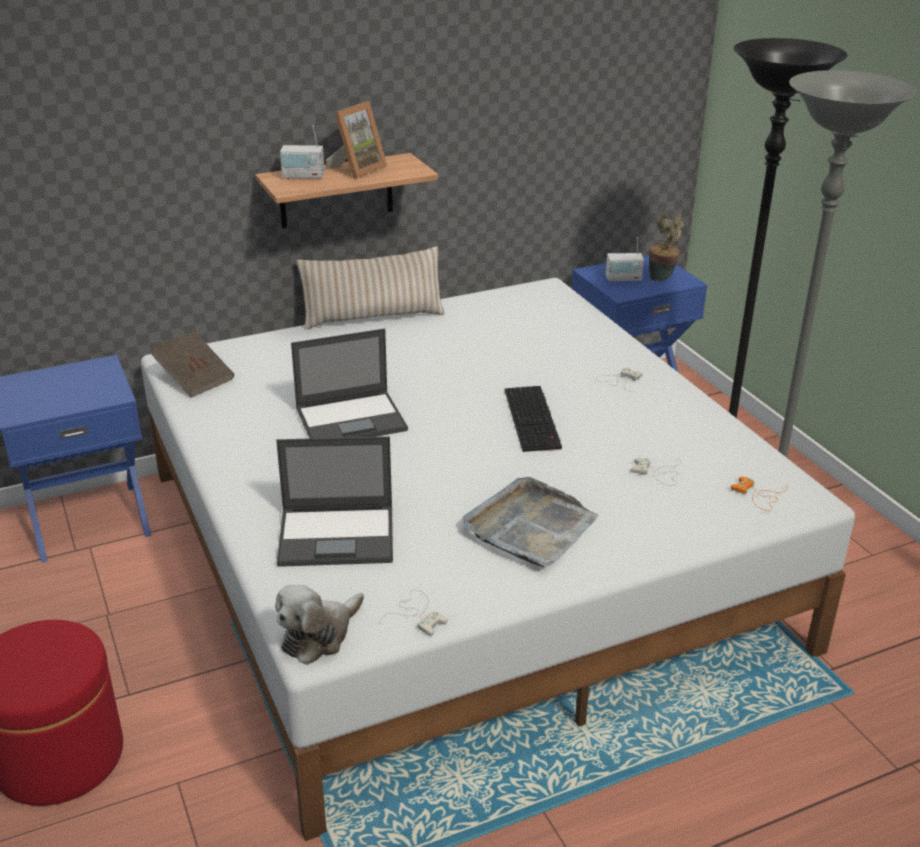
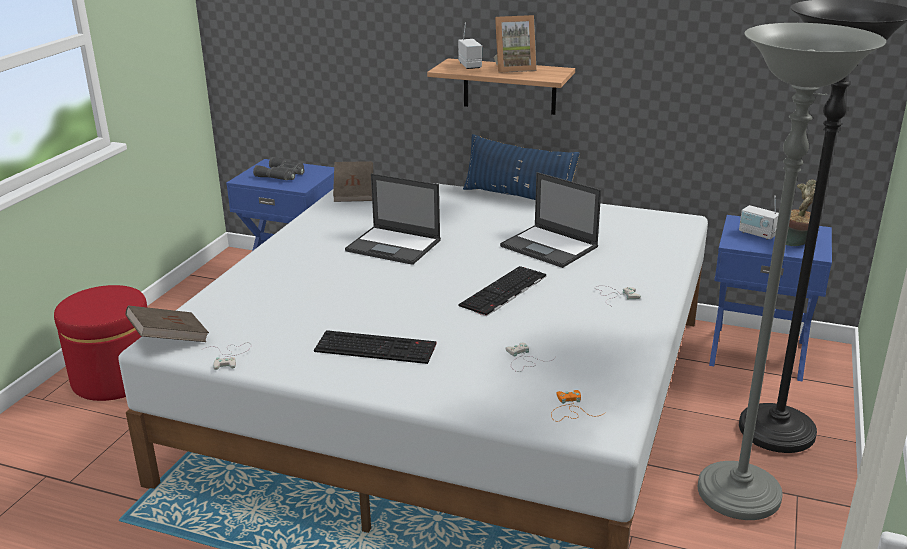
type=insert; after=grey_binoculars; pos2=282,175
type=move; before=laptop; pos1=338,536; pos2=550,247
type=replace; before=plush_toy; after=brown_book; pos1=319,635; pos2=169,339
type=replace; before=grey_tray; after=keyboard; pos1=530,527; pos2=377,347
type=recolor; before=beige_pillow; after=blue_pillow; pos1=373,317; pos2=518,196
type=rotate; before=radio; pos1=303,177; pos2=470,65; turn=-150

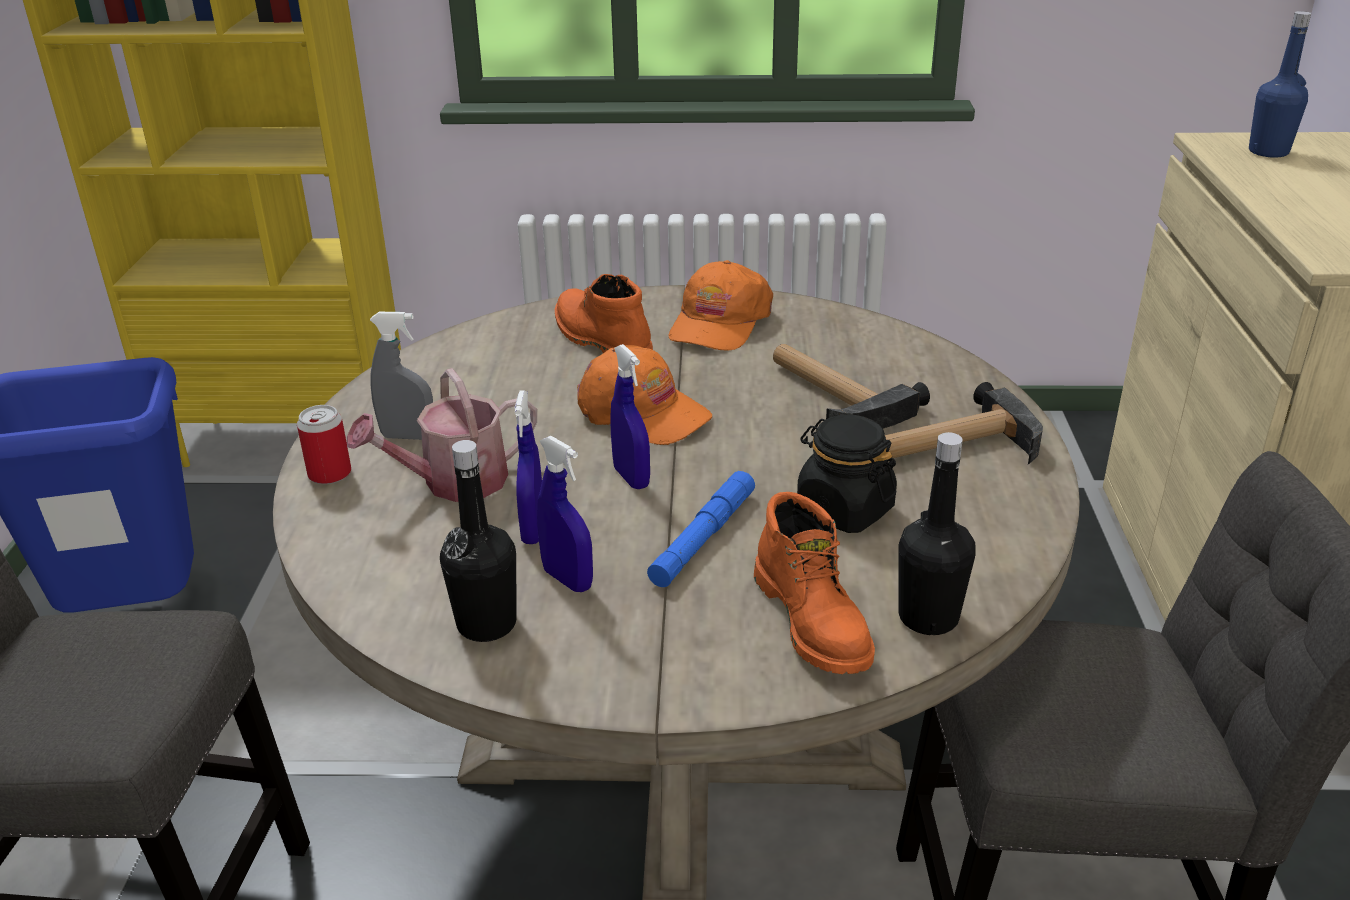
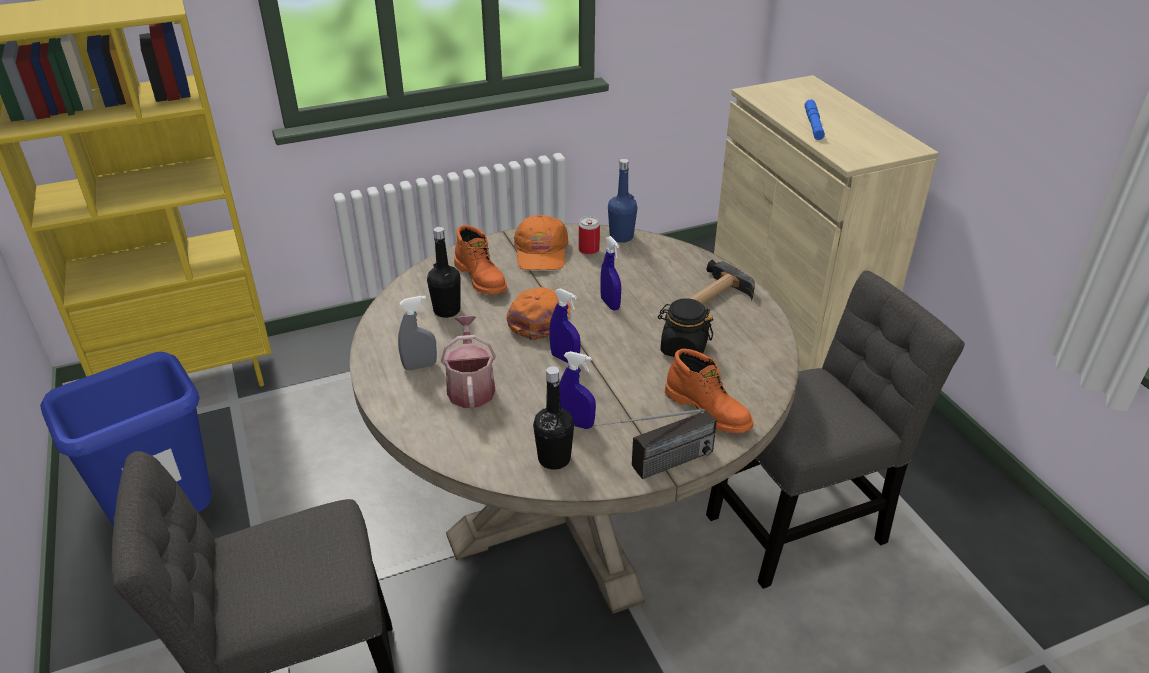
type=delete; before=hammer; pos1=831,395
type=insert; after=radio; pos2=654,468
type=move; before=can; pos1=330,474; pos2=588,250
type=move; before=blue_spray_bottle; pos1=533,530; pos2=610,304
type=move; before=blue_flashlight; pos1=703,537; pos2=813,124
type=move; before=black_bottle; pos1=928,617; pos2=447,310
type=move; before=blue_bottle; pos1=1268,152; pos2=621,237
type=rotate; before=watering_can; pos1=454,482; pos2=470,387; turn=135
type=rotate; before=orange_boot; pos1=600,340; pos2=482,278; turn=-150
type=rotate; before=orange_cap; pos1=642,412; pos2=541,318; turn=-90

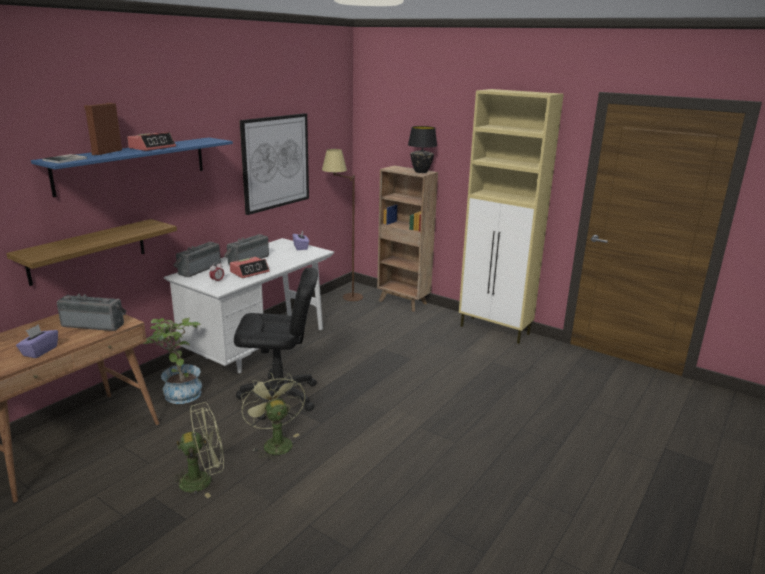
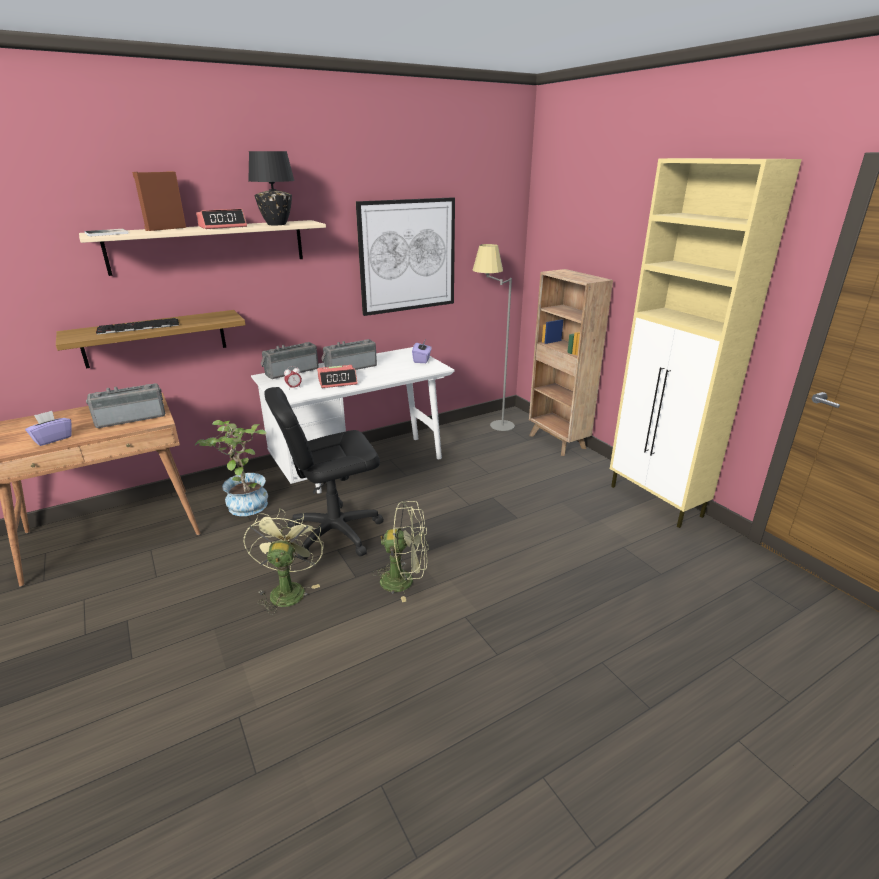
type=insert; after=keyboard; pos2=138,327
type=move; before=green_fan; pos1=203,479; pos2=404,581
type=move; before=black_table_lamp; pos1=421,172; pos2=276,224
type=recolor; before=blue_shelf; after=beige_shelf; pos1=133,165; pos2=209,246
type=recolor; before=brown_floor_lamp; after=grey_floor_lamp; pos1=343,297; pos2=491,424
type=rotate; before=radio; pos1=95,324; pos2=131,418; turn=-60
type=rotate; before=black_office_chair; pos1=279,397; pos2=335,532; turn=135

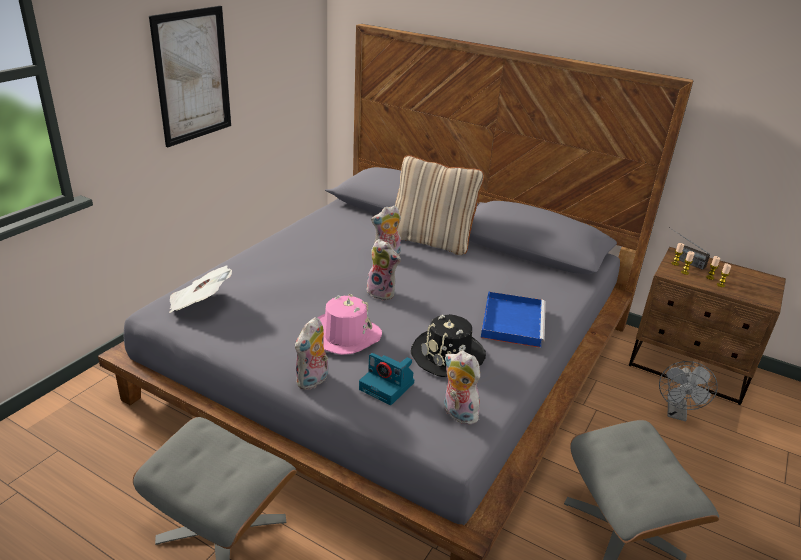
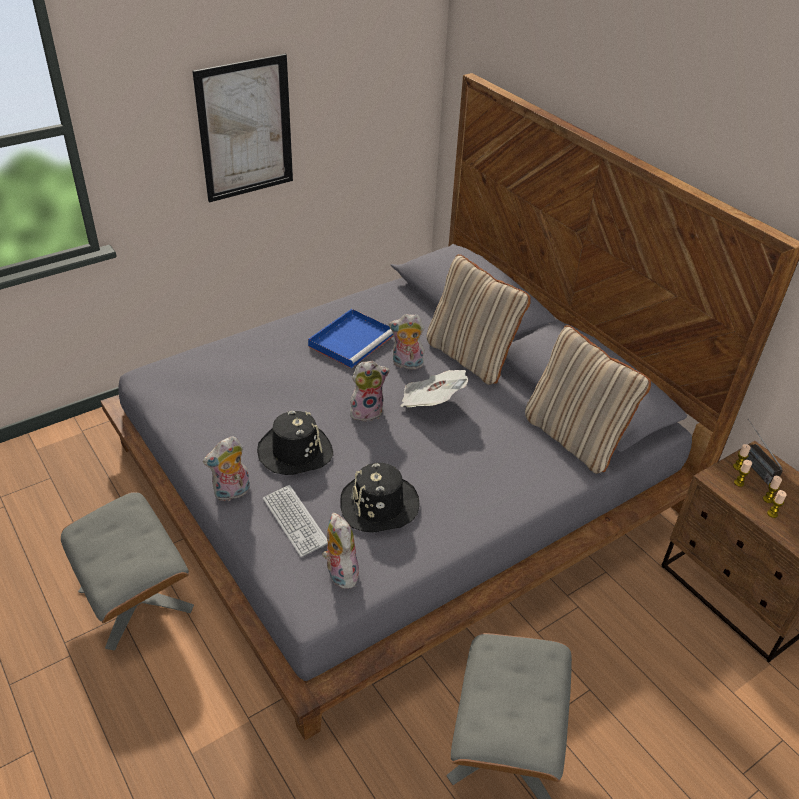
type=delete; before=grey_fan; pos1=677,413
type=insert; after=beige_pillow; pos2=574,438
type=move; before=newspaper; pos1=199,304; pos2=431,402
type=move; before=blue_tray; pos1=512,321; pos2=352,340
type=replace; before=photo_camera; after=keyboard; pos1=388,386; pos2=295,521
type=recolor; before=pink_hat; after=black_hat; pos1=345,335; pos2=295,451
type=rotate; before=plush_toy; pos1=382,293; pos2=367,411; turn=-75

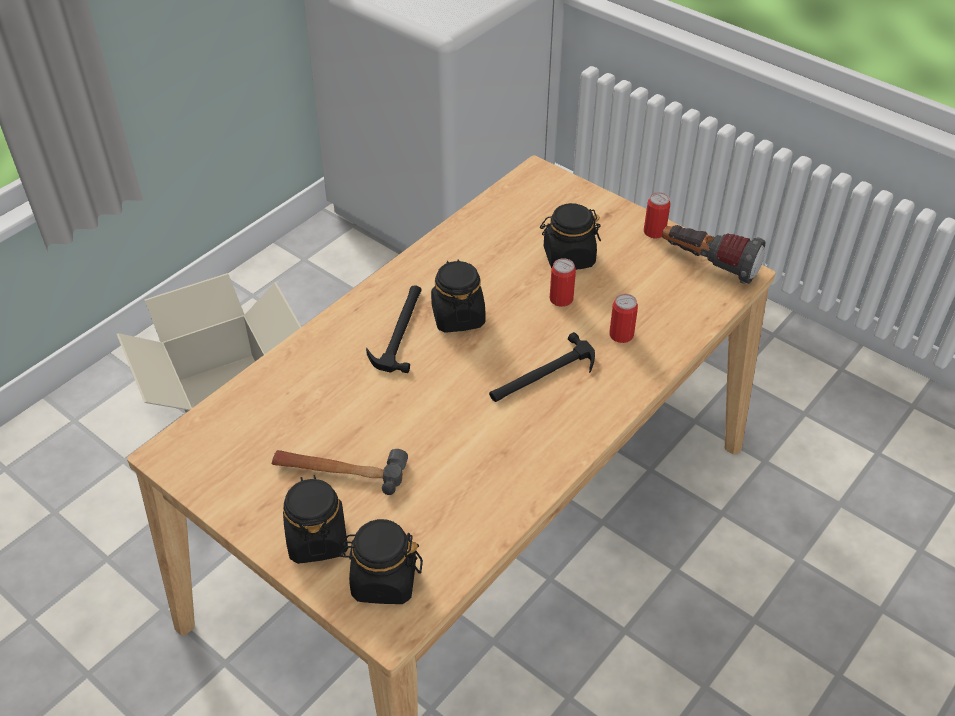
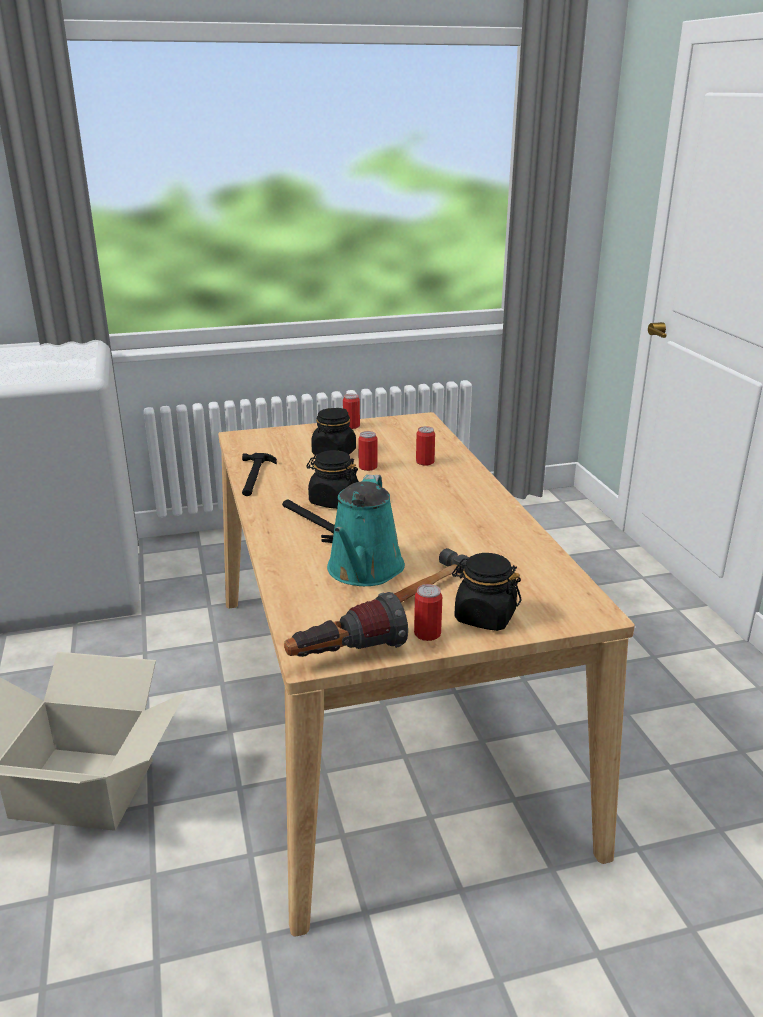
type=delete; before=black_jar; pos1=383,580
type=insert; after=turquoise_watering_can; pos2=364,571
type=insert; after=can; pos2=427,634
type=move; before=hammer; pos1=542,375; pos2=254,477
type=move; before=flashlight; pos1=708,265; pos2=345,656

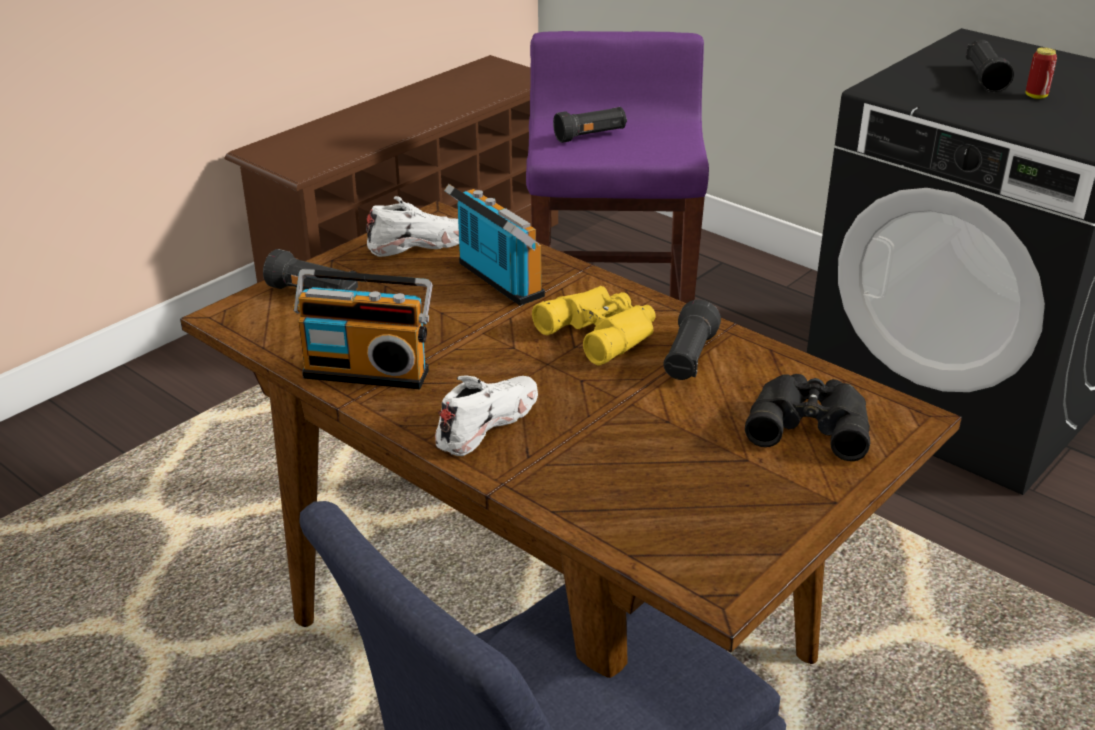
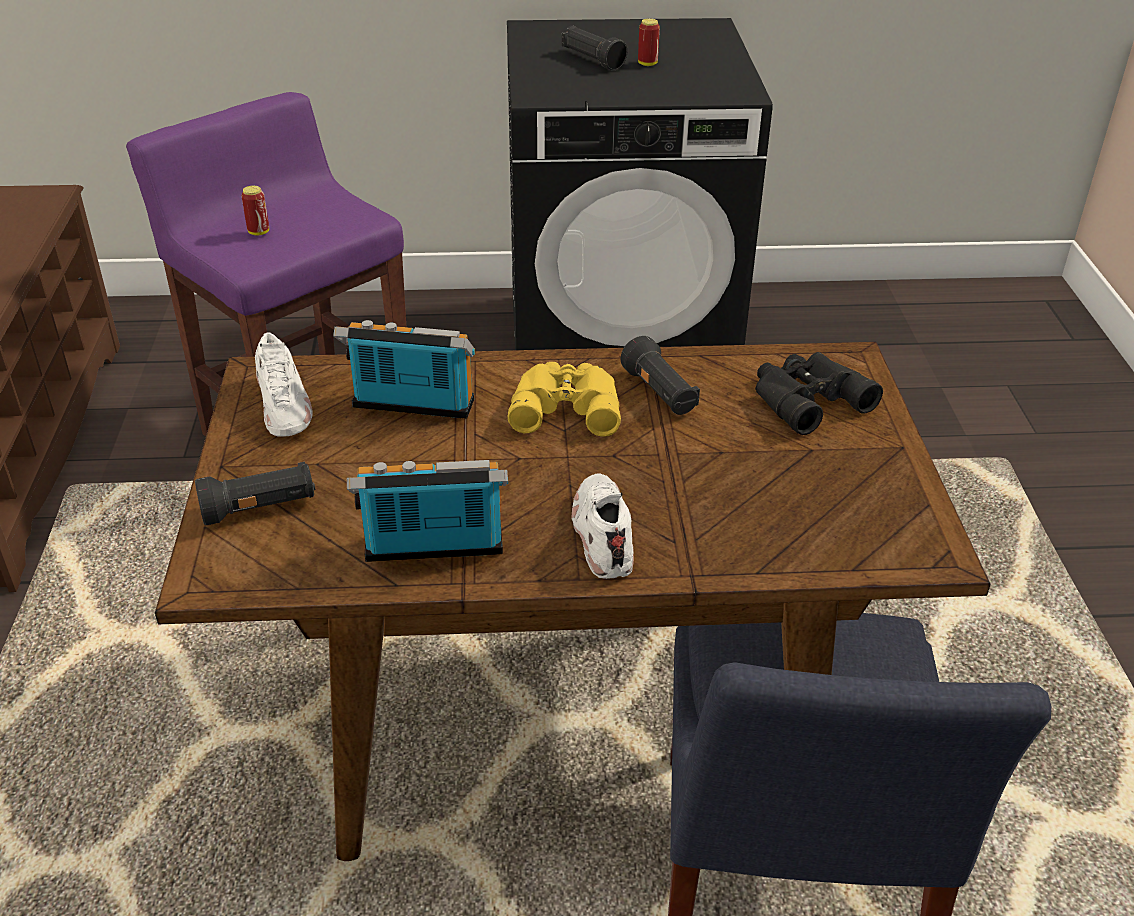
type=replace; before=black_flashlight; after=can; pos1=590,136; pos2=258,232
type=rotate; before=radio; pos1=368,371; pos2=434,550; turn=-150
type=rotate; before=white_shoe; pos1=420,244; pos2=284,407; turn=135

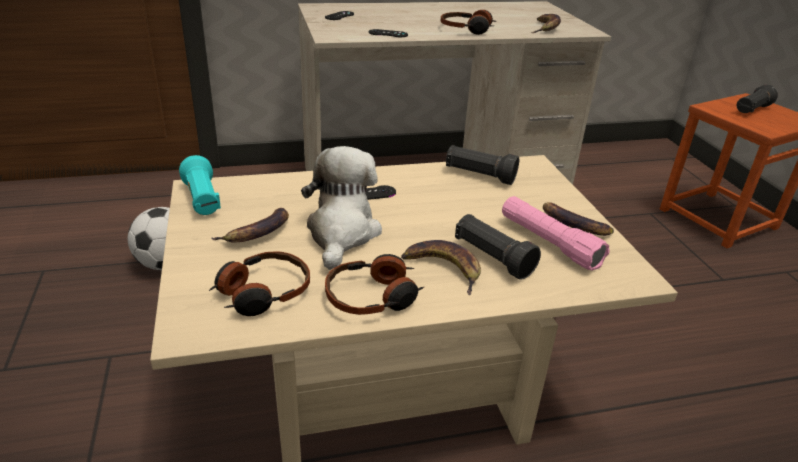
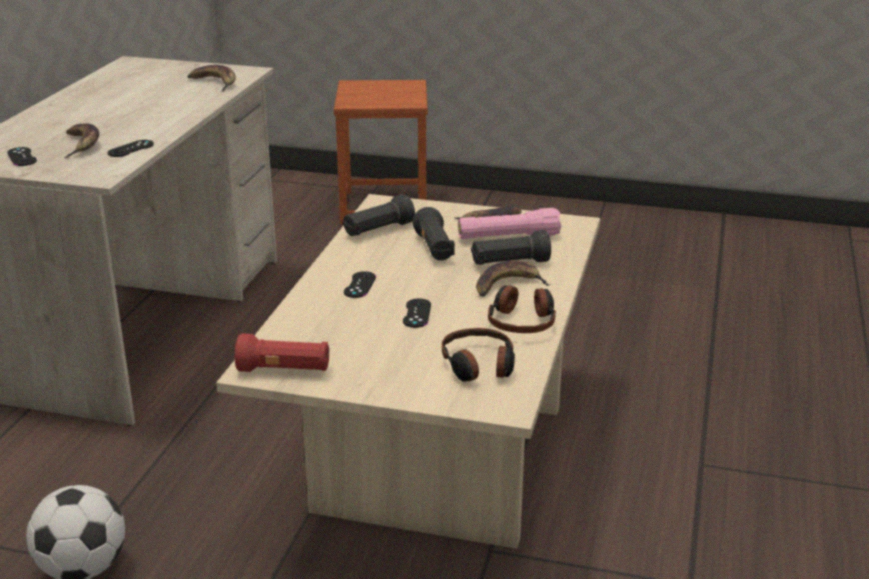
type=delete; before=headphones; pos1=467,29
type=move; before=banana; pos1=257,233; pos2=82,145
type=move; before=black_flashlight; pos1=751,110; pos2=434,249
type=replace; before=plush_toy; after=black_game_controller; pos1=341,233; pos2=417,313
type=recolor; before=turquoise_flashlight; after=red_flashlight; pos1=202,200; pos2=284,370

